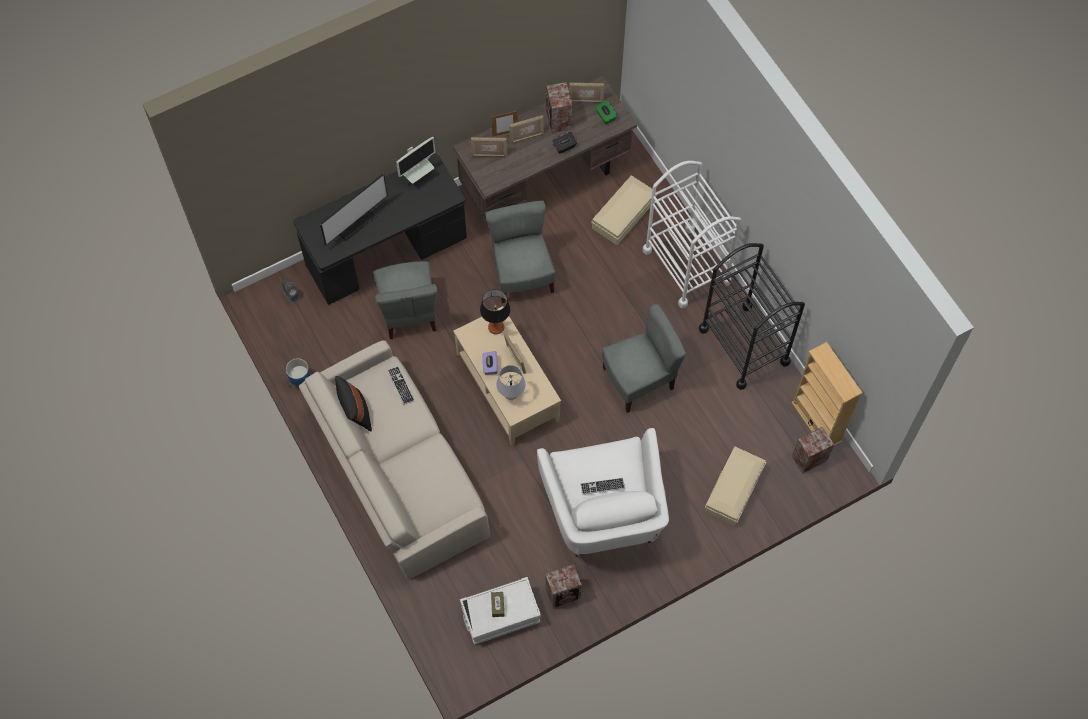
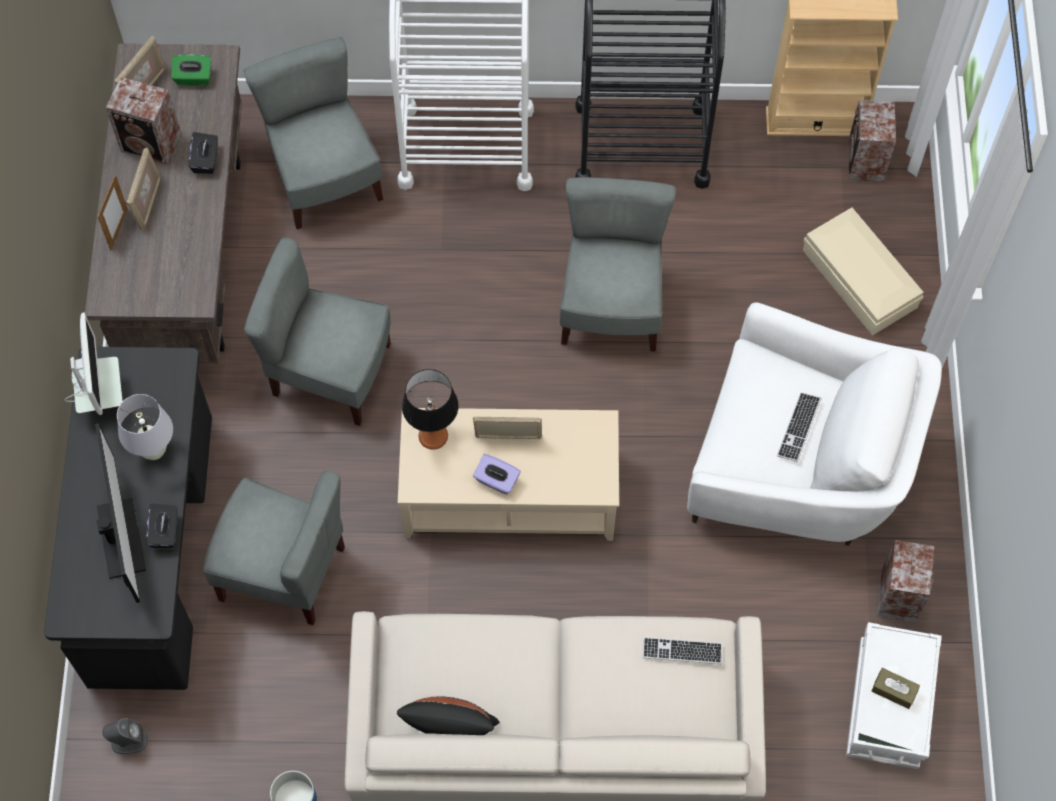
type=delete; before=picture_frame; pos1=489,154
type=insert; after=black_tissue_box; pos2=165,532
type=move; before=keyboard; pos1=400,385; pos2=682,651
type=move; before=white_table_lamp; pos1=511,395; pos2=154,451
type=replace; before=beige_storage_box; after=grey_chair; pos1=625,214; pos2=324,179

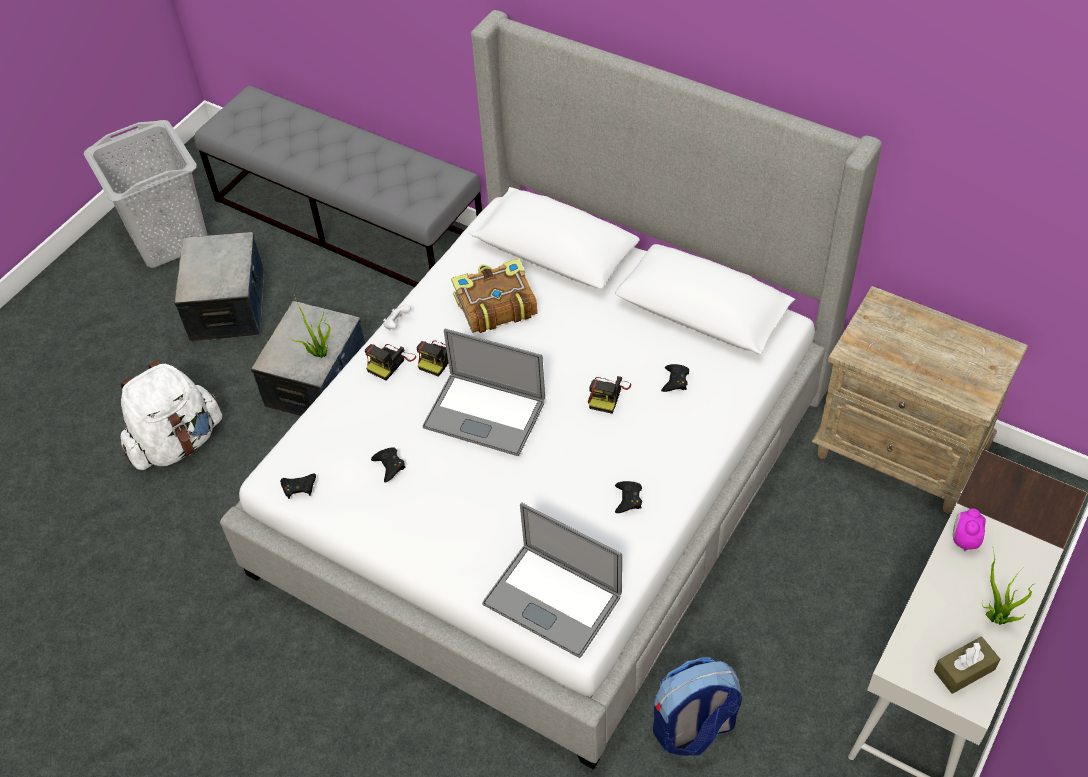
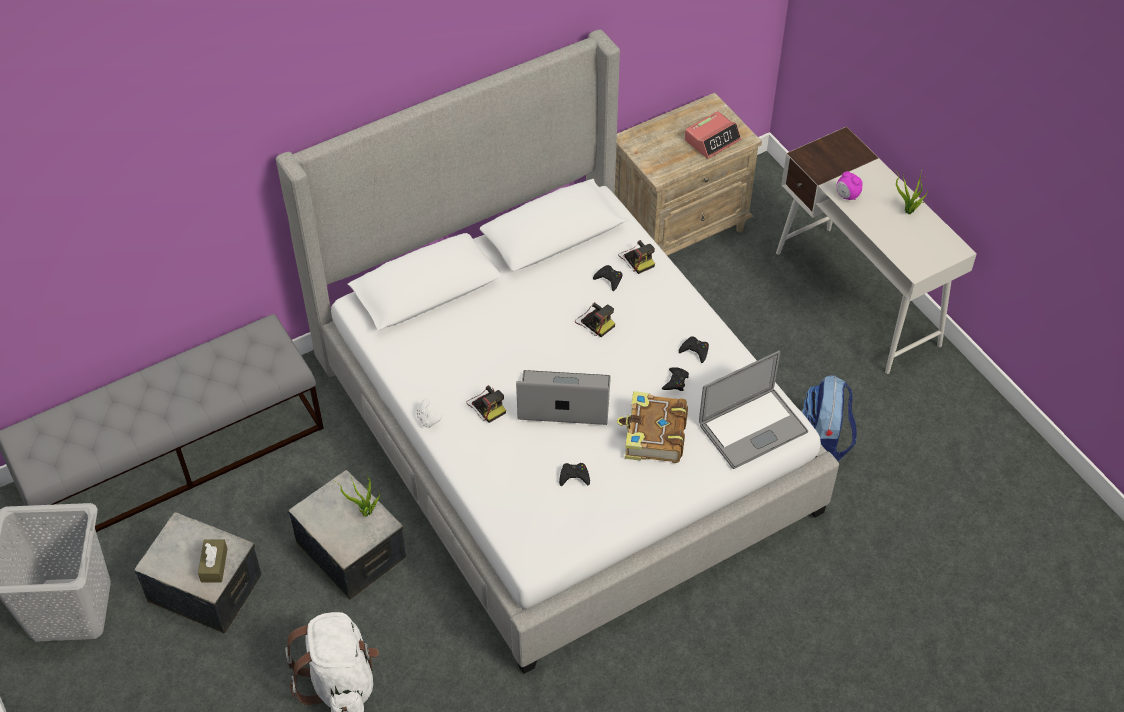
type=insert; after=alarm_clock; pos2=712,140
type=move; before=black_game_controller; pos1=299,487; pos2=675,382
type=move; before=photo_camera; pos1=390,362; pos2=637,259
type=move; before=book; pos1=494,305; pos2=653,436
type=move; before=brown_tissue_box; pos1=964,670; pos2=214,565
type=rotate; before=laptop; pos1=484,414; pos2=564,399; turn=-135

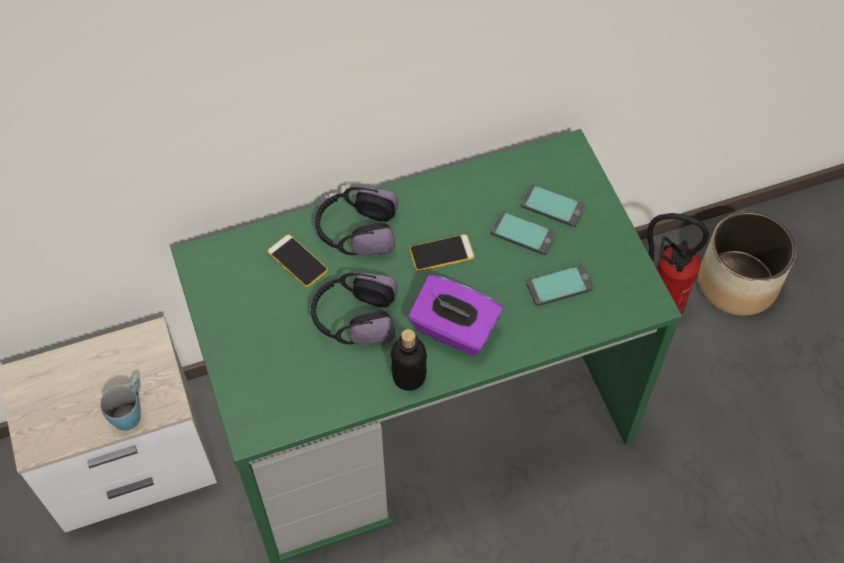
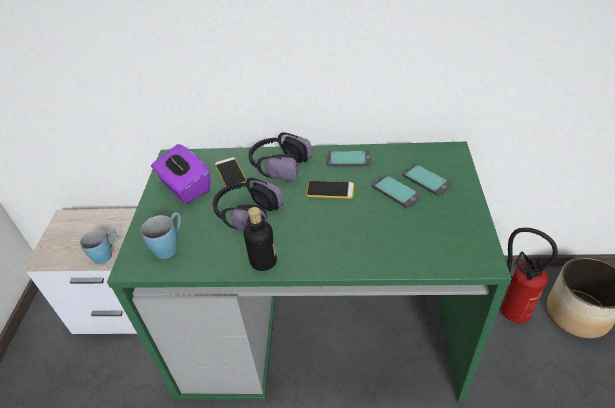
type=insert; after=blue_mug; pos2=170,245
type=move; before=purple_tissue_box; pos1=454,330; pos2=185,187
type=move; before=phone; pos1=559,286; pos2=349,159

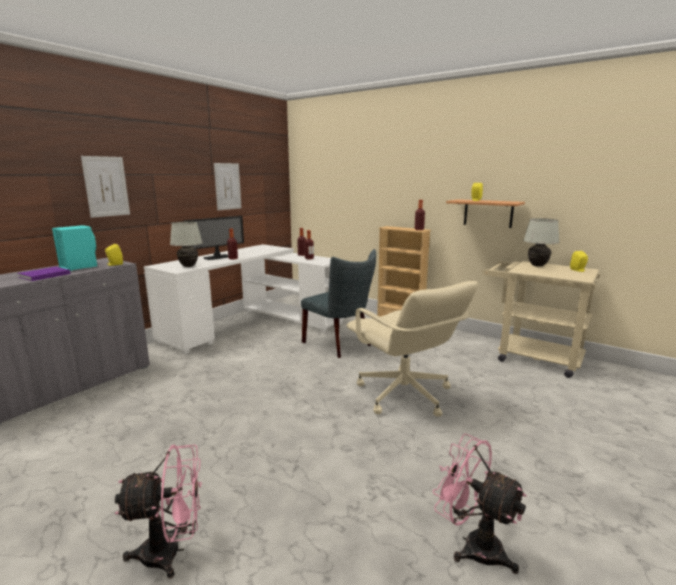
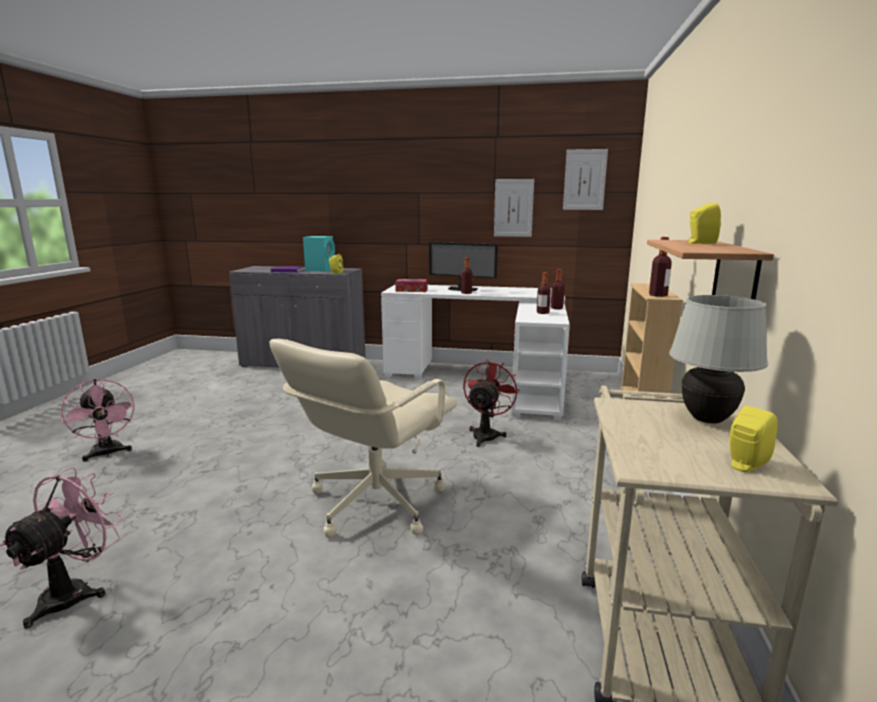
type=move; before=picture; pos1=106,186; pos2=584,180
type=replace; before=white_table_lamp; after=tissue_box; pos1=188,266; pos2=411,290
type=replace; before=grey_chair; after=red_fan; pos1=340,344; pos2=486,434

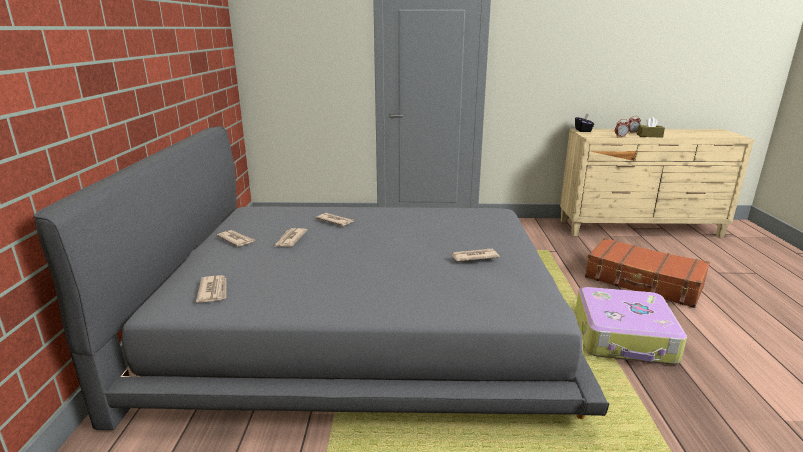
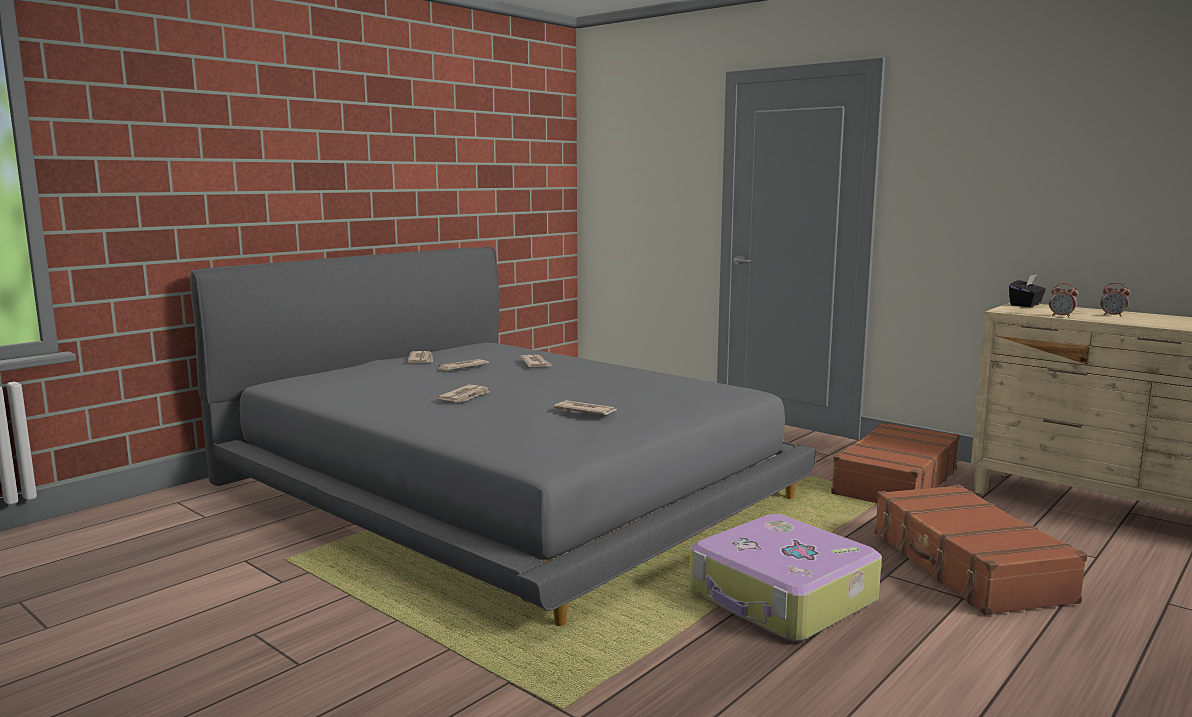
type=delete; before=brown_tissue_box; pos1=649,136
type=insert; after=brown_suitcase; pos2=894,482
type=move; before=newspaper; pos1=213,290; pos2=465,396

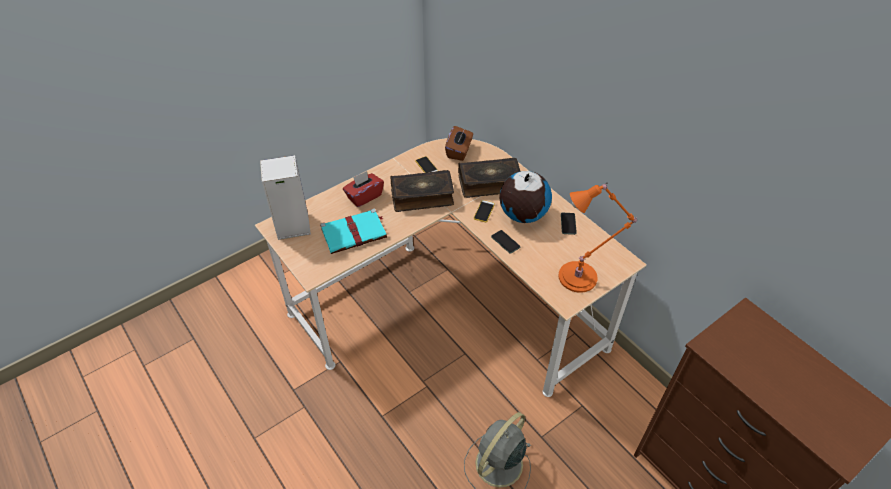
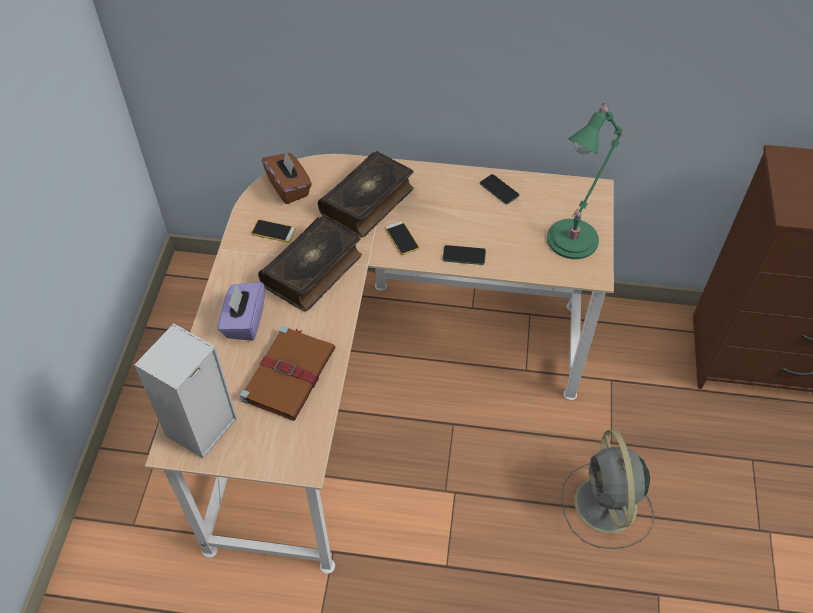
type=delete; before=globe; pos1=522,215
type=recolor; before=turquoise_book; after=brown_book; pos1=355,233; pos2=290,373
type=recolor; before=red_tissue_box; after=purple_tissue_box; pos1=364,196; pos2=244,321
type=recolor; before=orange_table_lamp; after=green_table_lamp; pos1=581,277; pos2=575,237

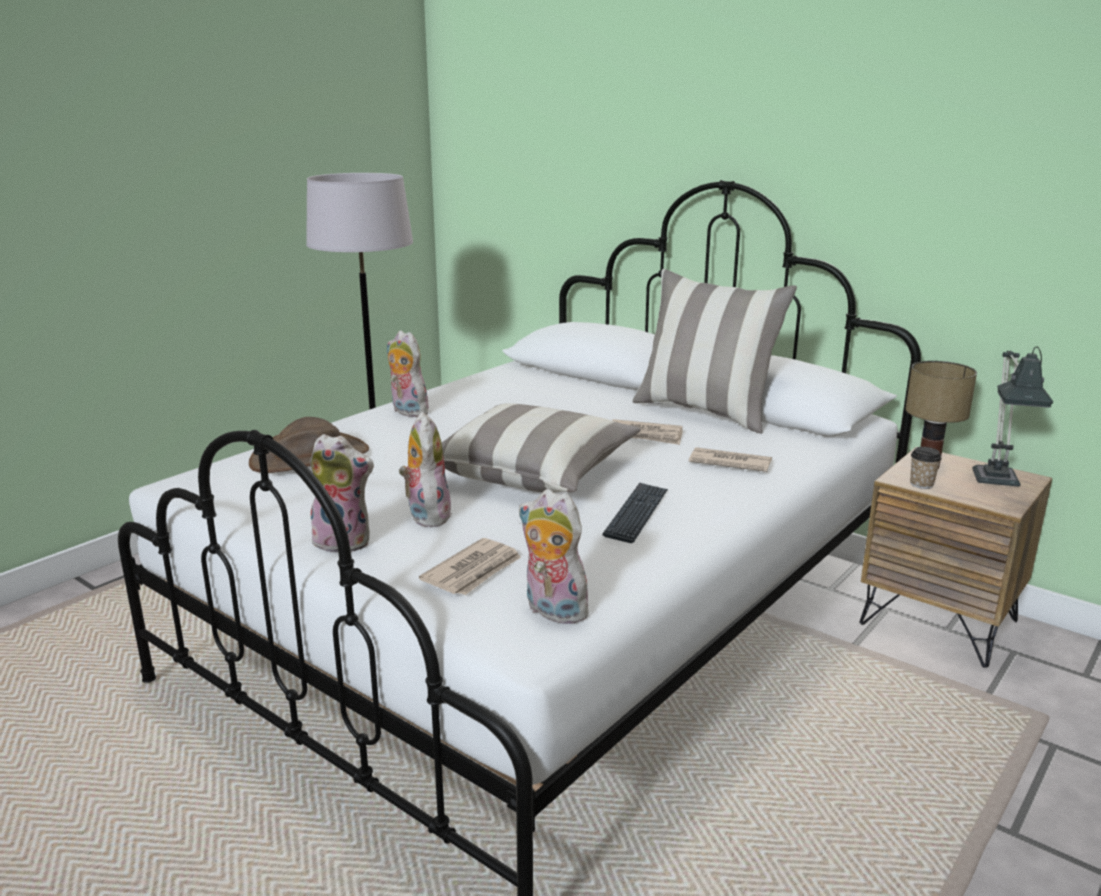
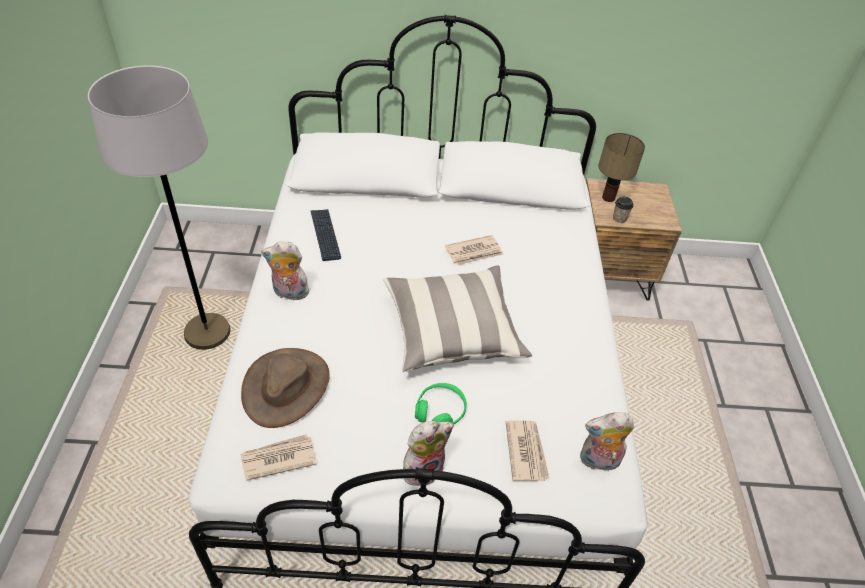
type=delete; before=pillow; pos1=705,412
type=delete; before=table_lamp; pos1=997,484
type=move; before=keyboard; pos1=636,513; pos2=325,235
type=move; before=newspaper; pos1=729,463; pos2=278,458
type=replace; before=plush_toy; after=green_headphones; pos1=426,515; pos2=440,411

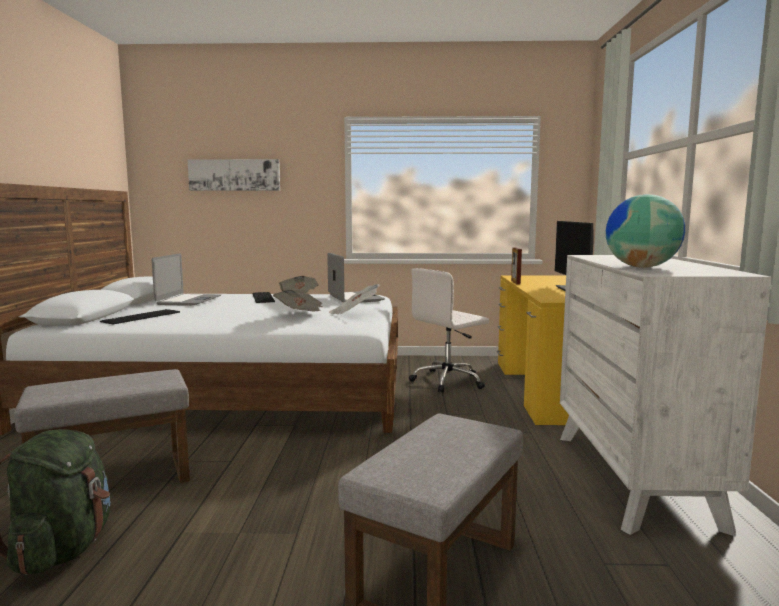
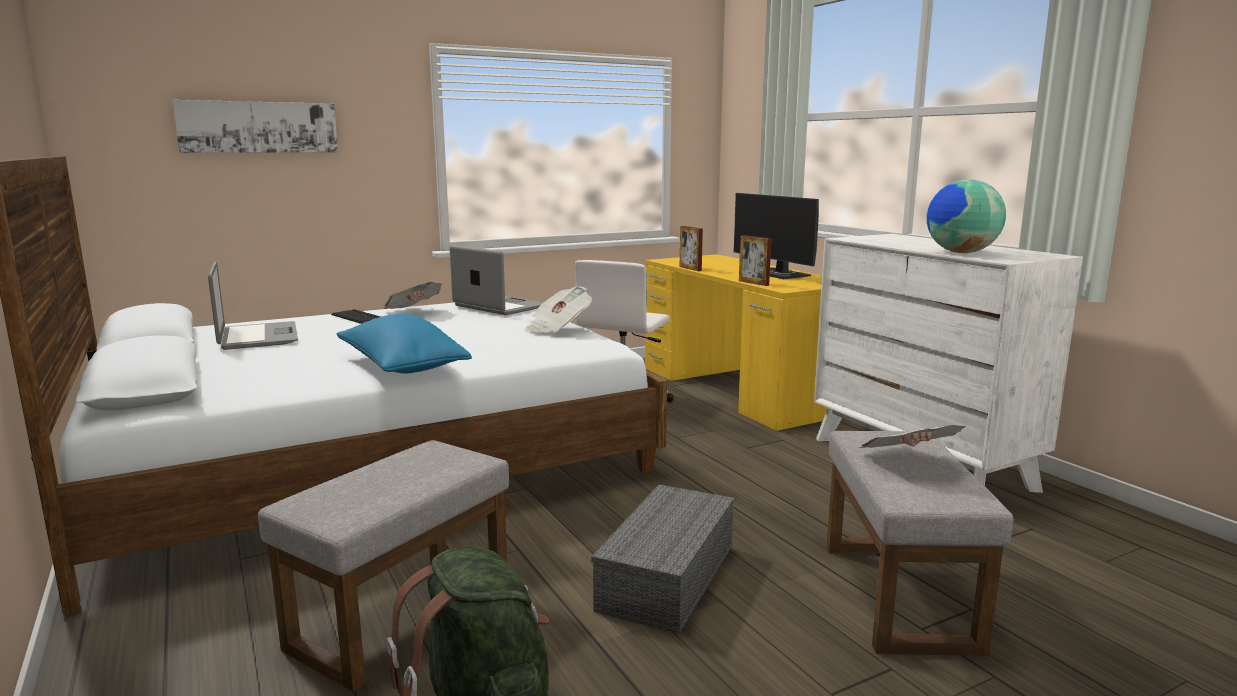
type=delete; before=keyboard; pos1=141,317
type=insert; after=blue_pillow; pos2=402,368
type=insert; after=grey_storage_box; pos2=668,578
type=insert; after=picture_frame; pos2=753,283
type=move; before=newspaper; pos1=300,315; pos2=907,462

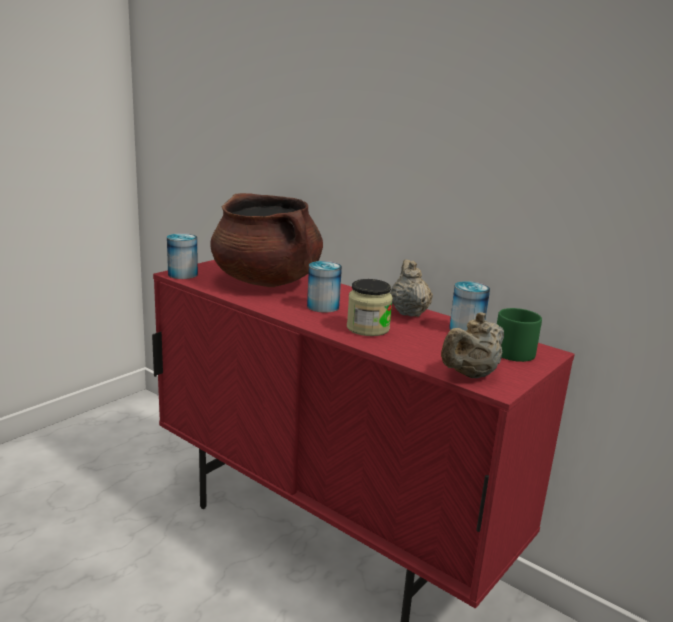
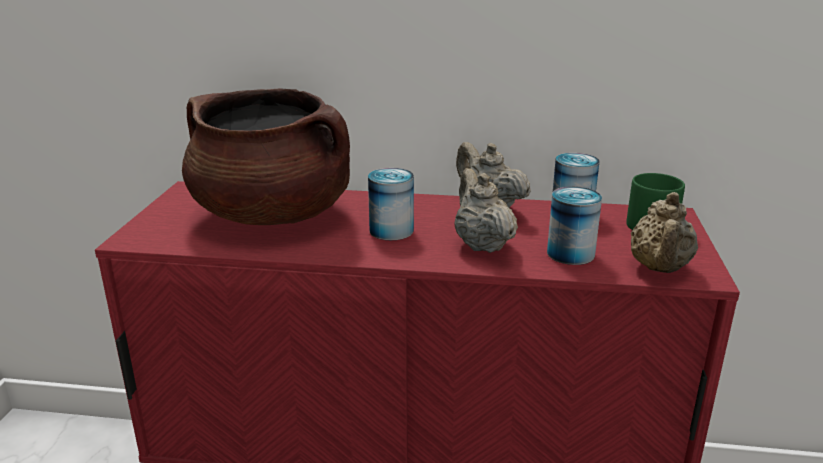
type=move; before=can; pos1=182,274; pos2=570,253
type=replace; before=jar; after=beige_teapot; pos1=368,328; pos2=481,244

